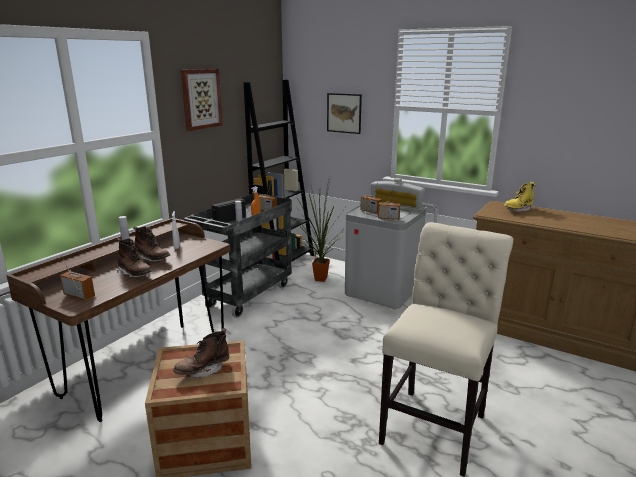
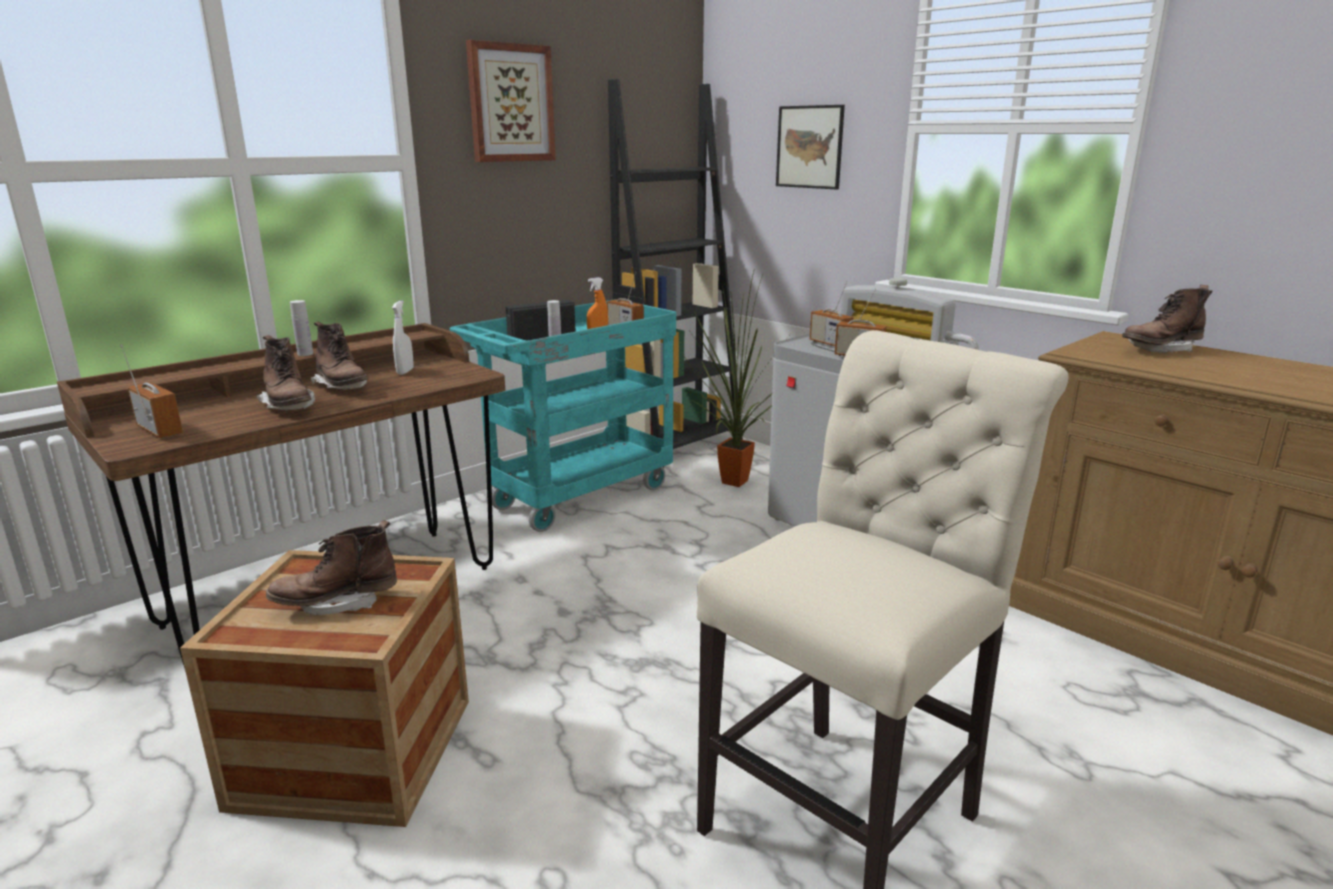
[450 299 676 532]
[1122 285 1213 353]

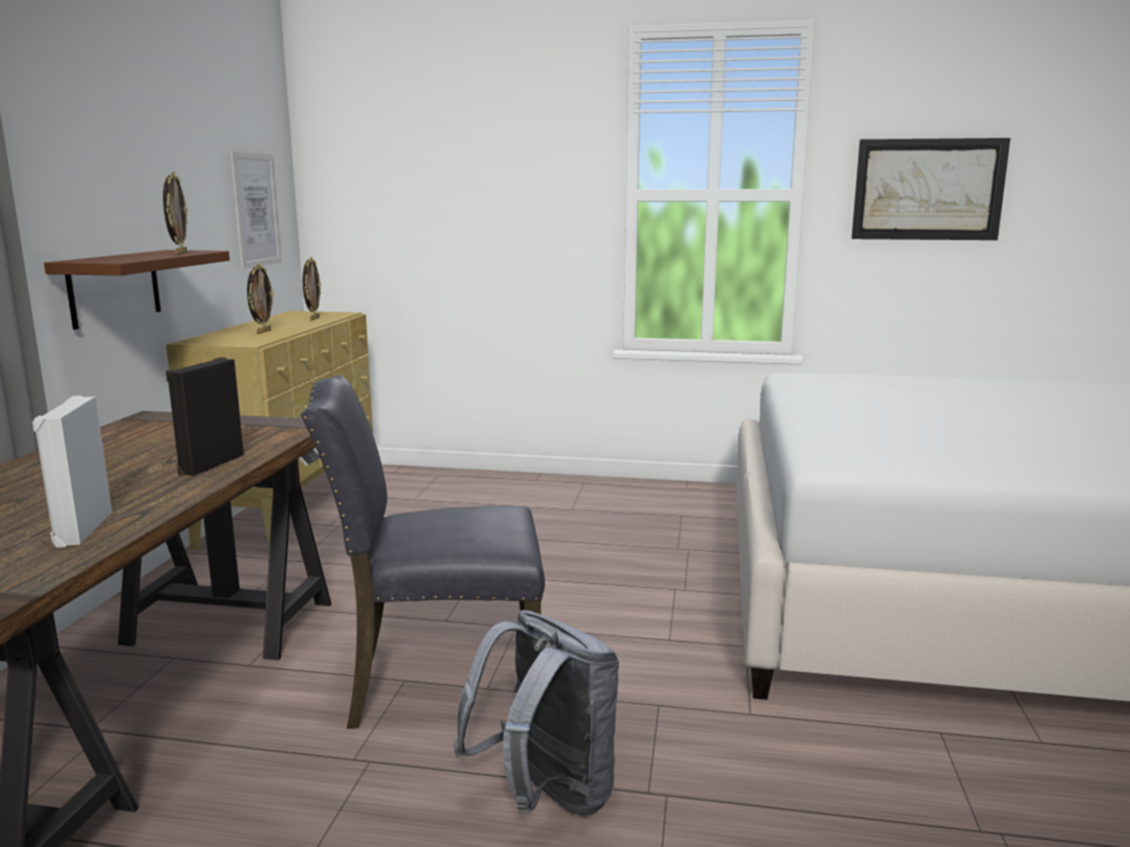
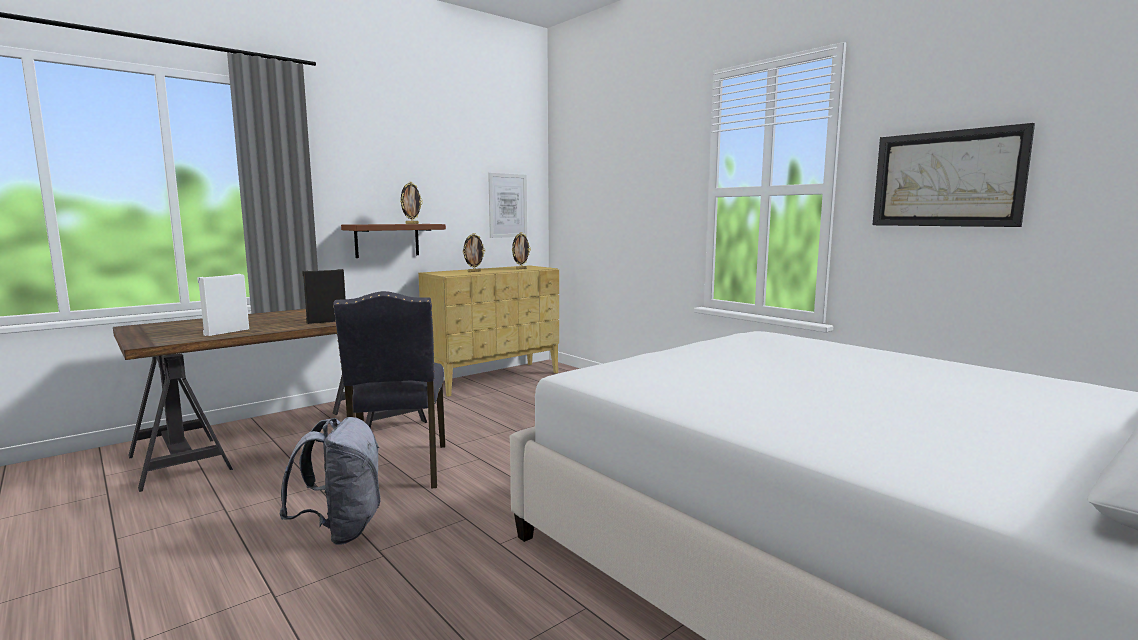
[333 291 445 489]

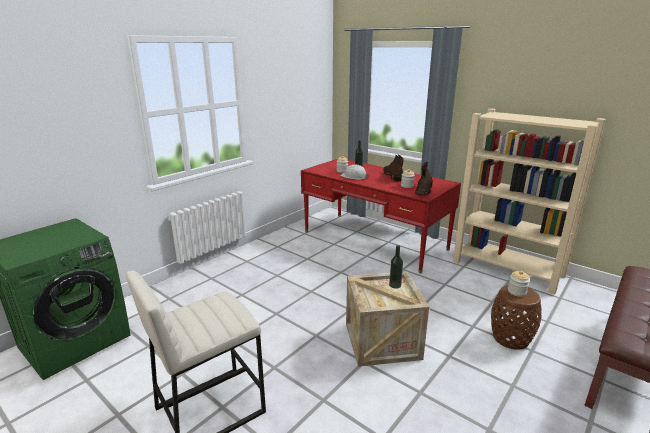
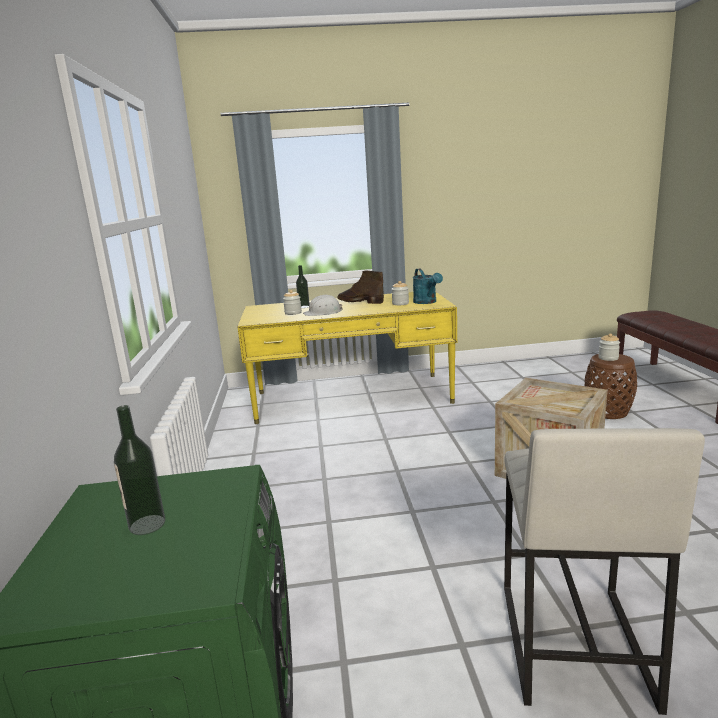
[237 292 457 424]
[114 405 165 535]
[413 268 443 304]
[453 108 606 295] (first image)

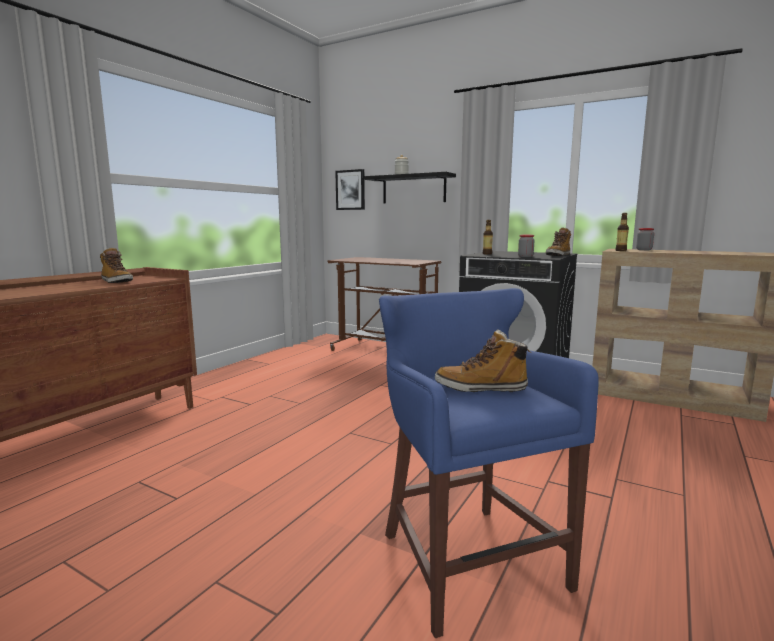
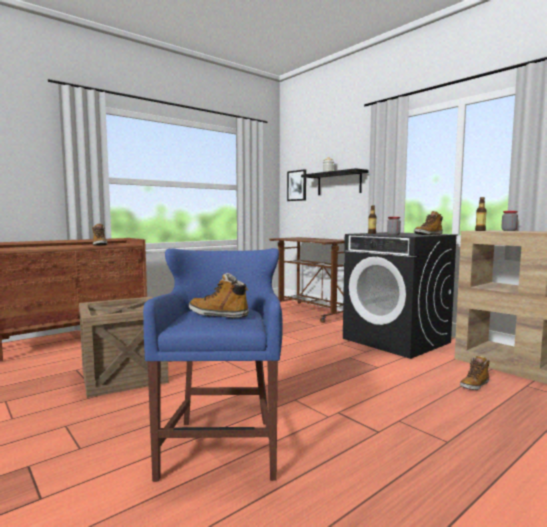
[79 297 169 398]
[460 355 490 390]

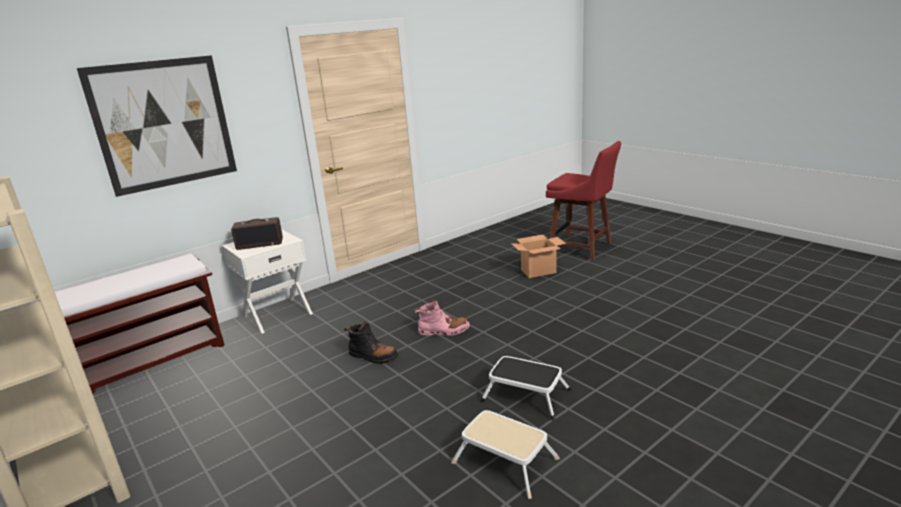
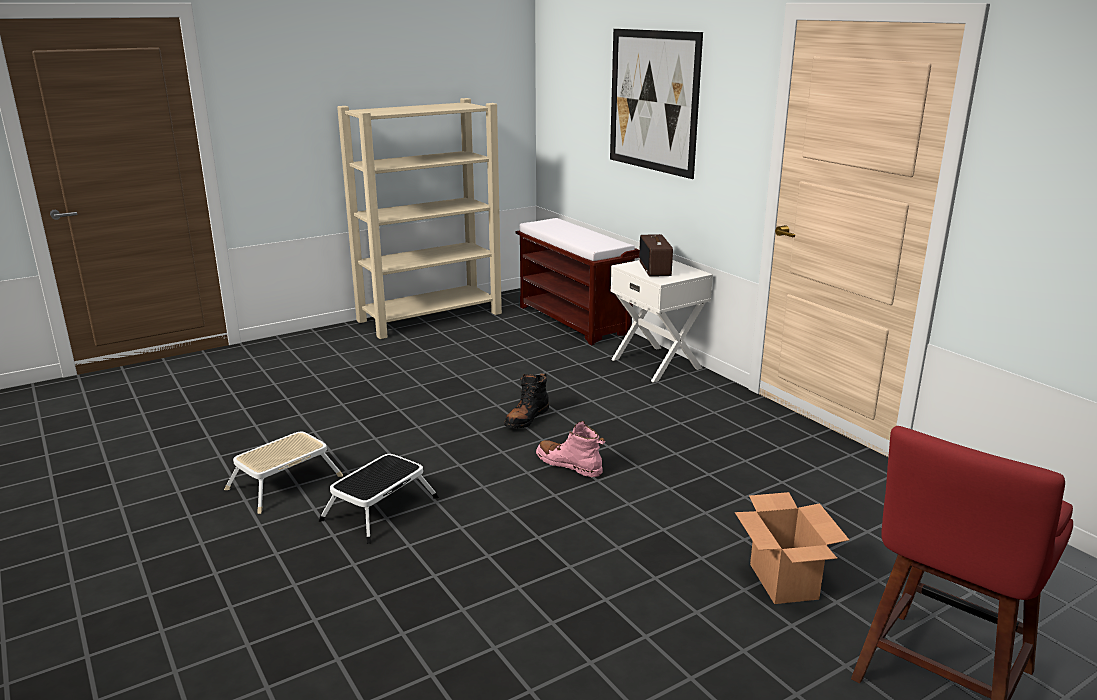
[536 421 606 477]

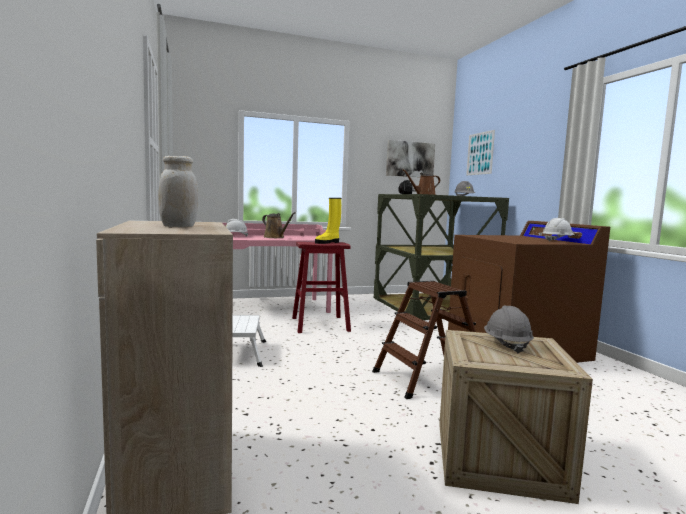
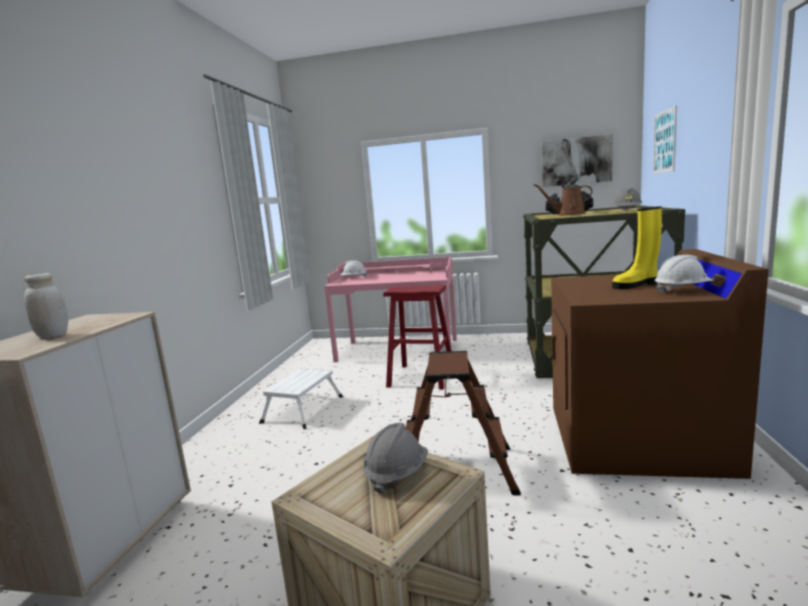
[262 212 296 238] (first image)
[612 206 662 289]

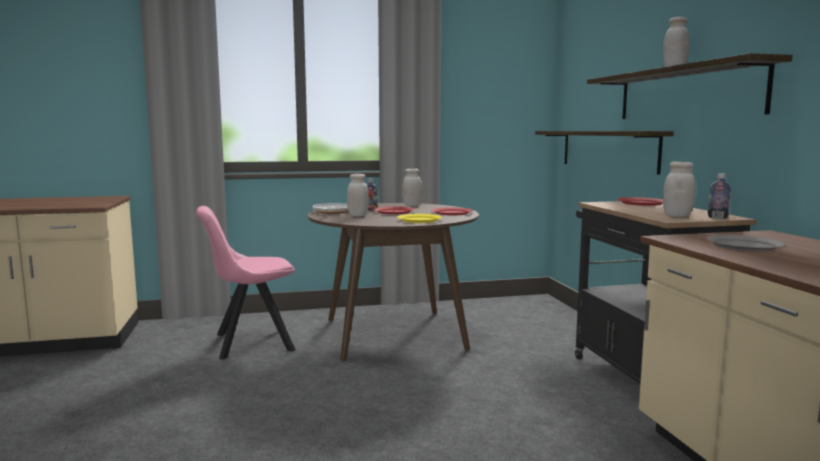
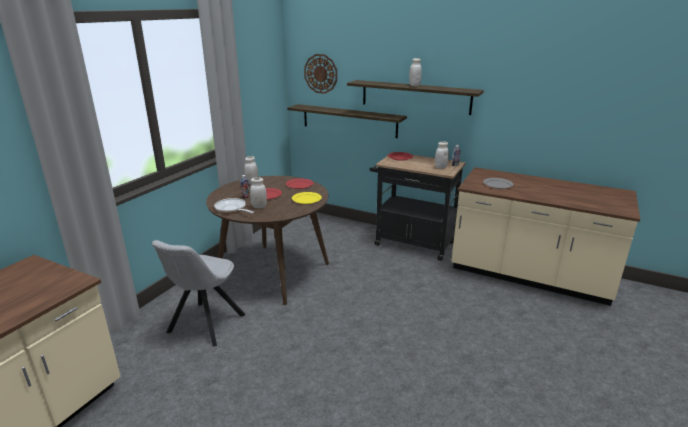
[152 240 245 347]
[304 54 337 94]

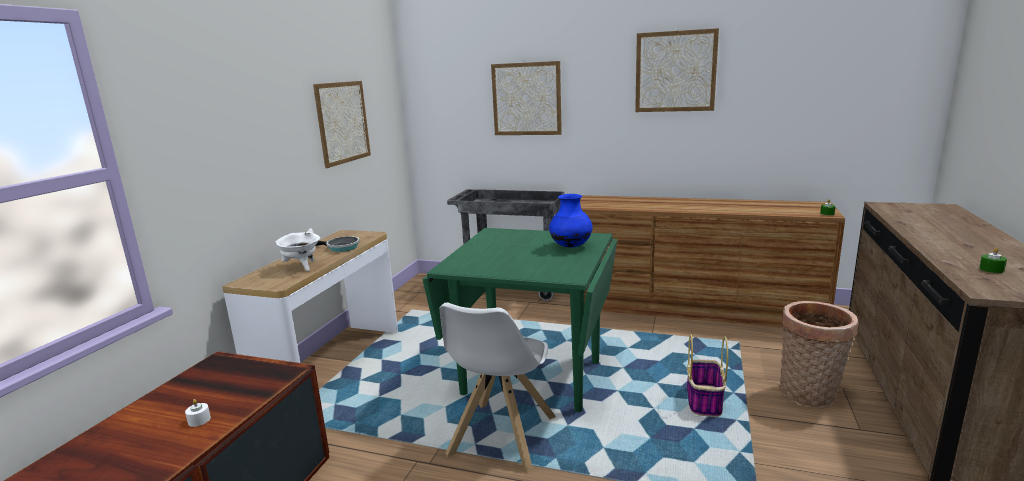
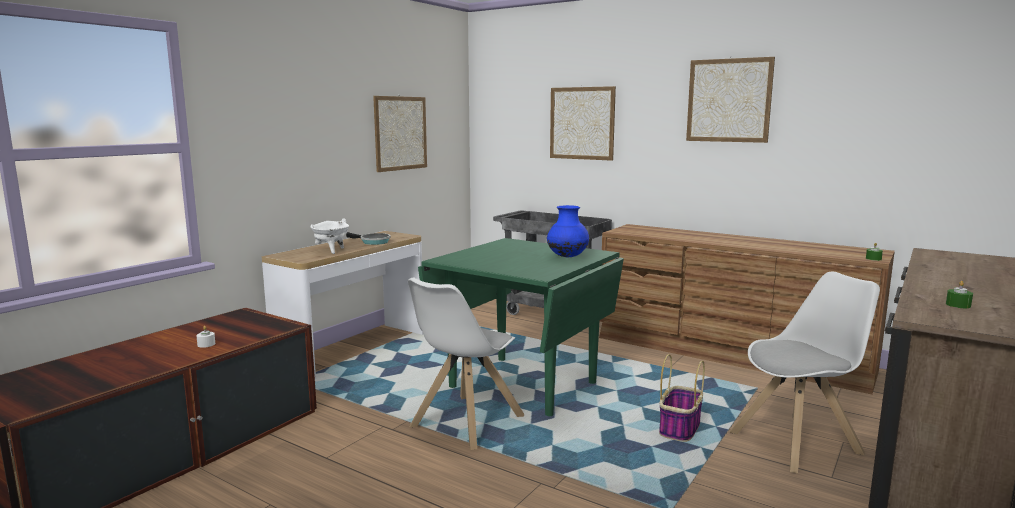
[729 272 880 473]

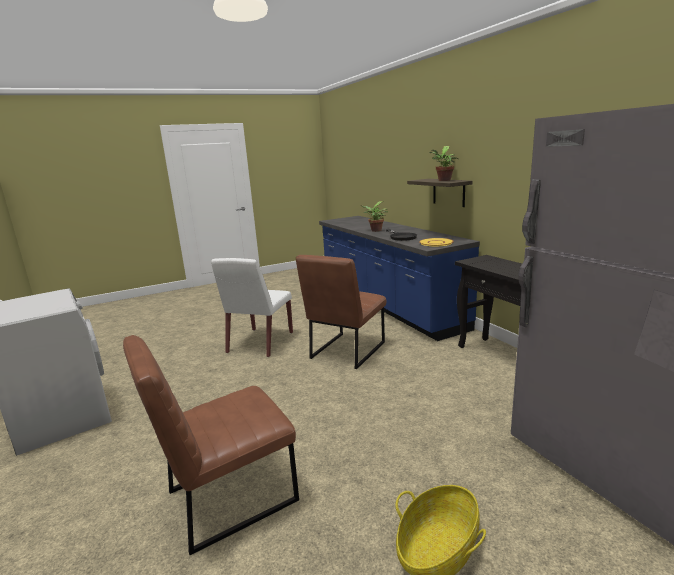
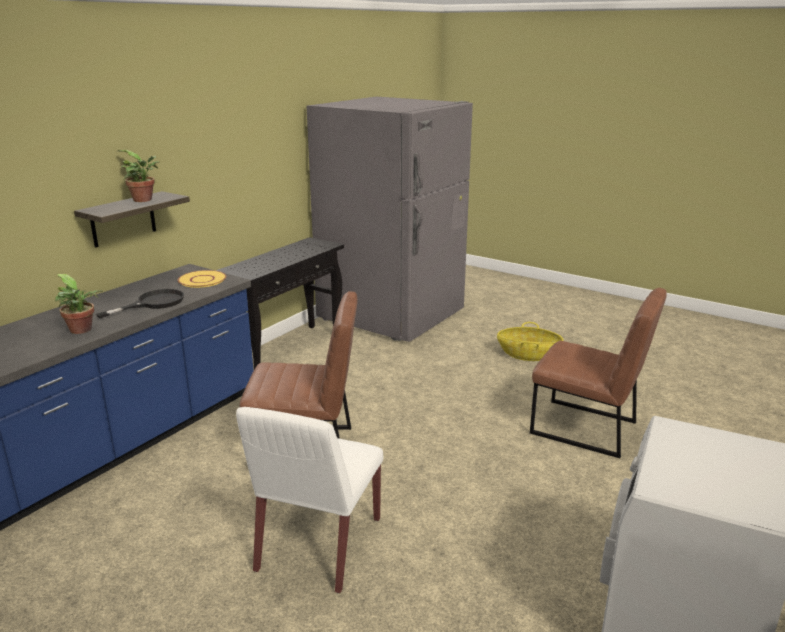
[236 407 383 593]

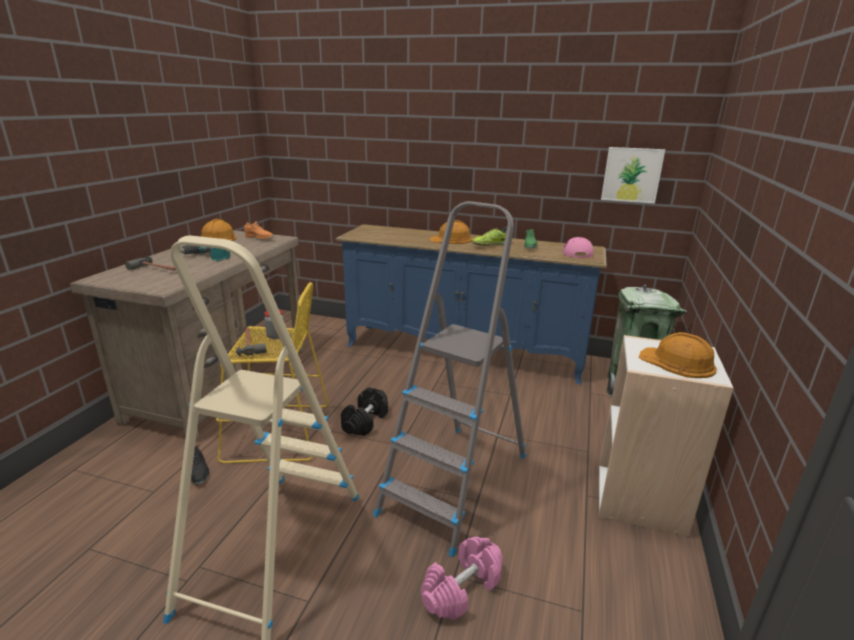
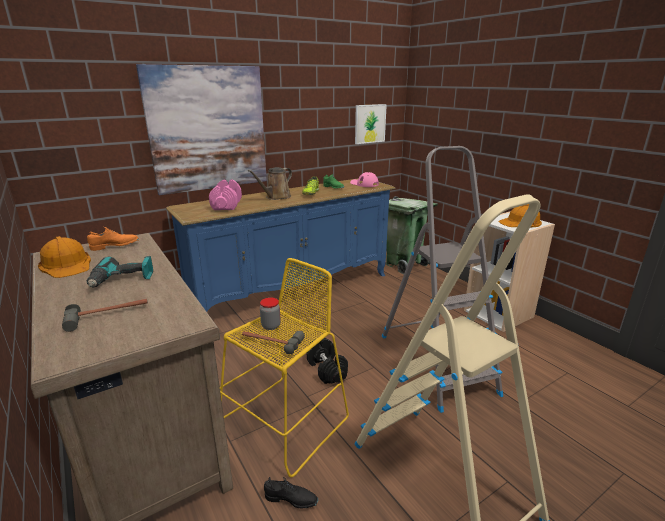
[209 179 242 210]
[248 167 292 200]
[136 64 267 195]

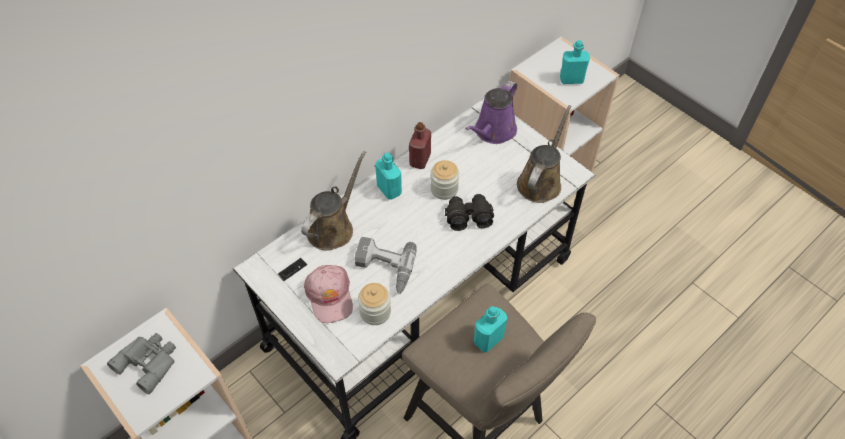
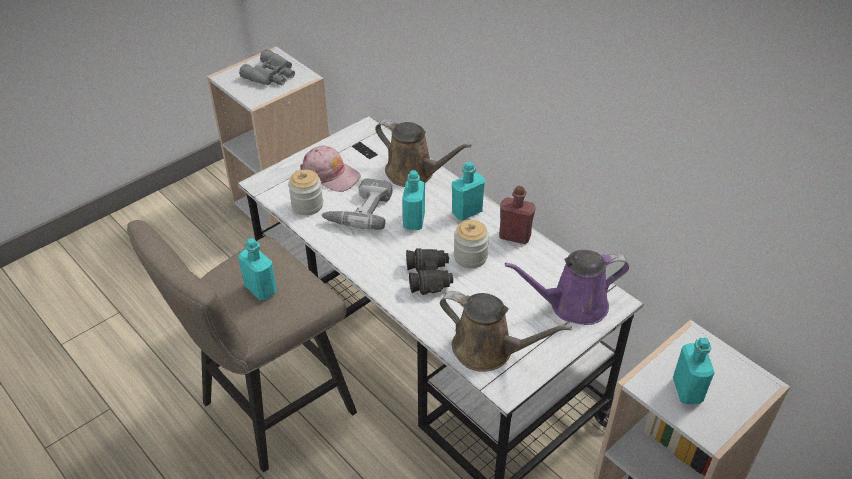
[300 145 361 192]
[505 250 629 325]
[402 170 425 230]

